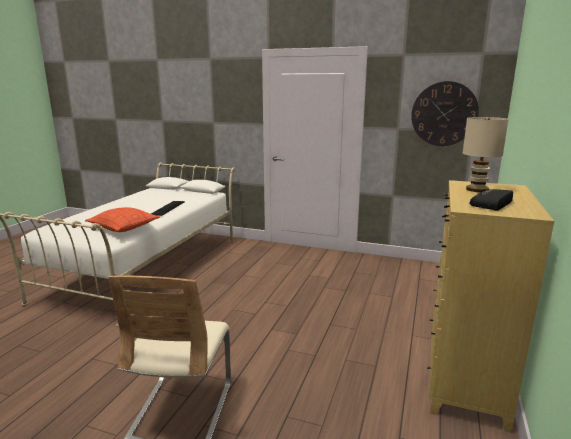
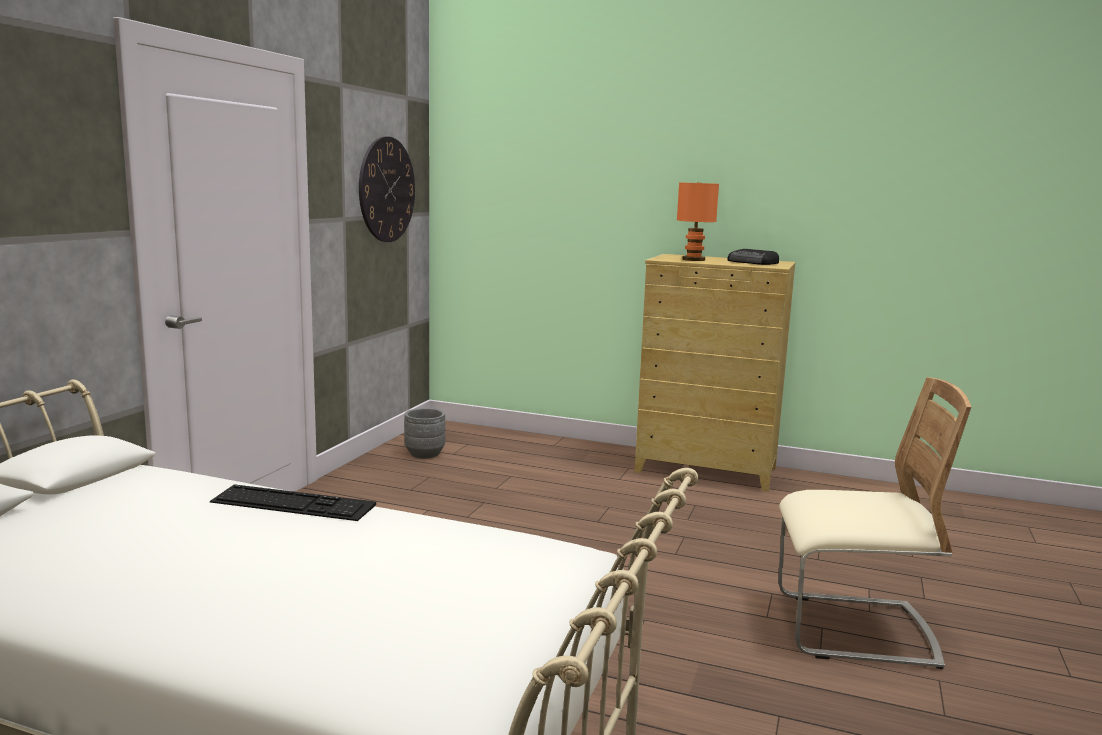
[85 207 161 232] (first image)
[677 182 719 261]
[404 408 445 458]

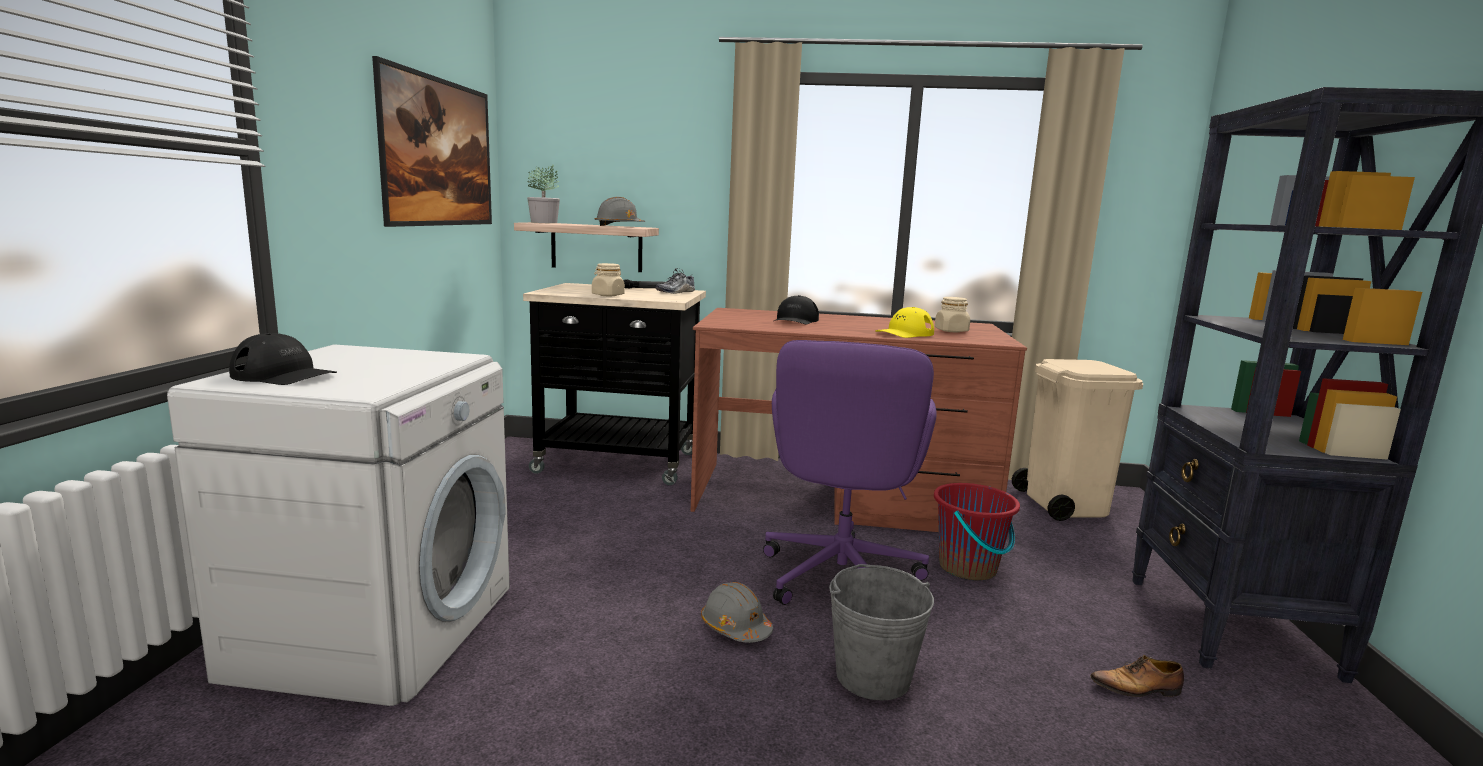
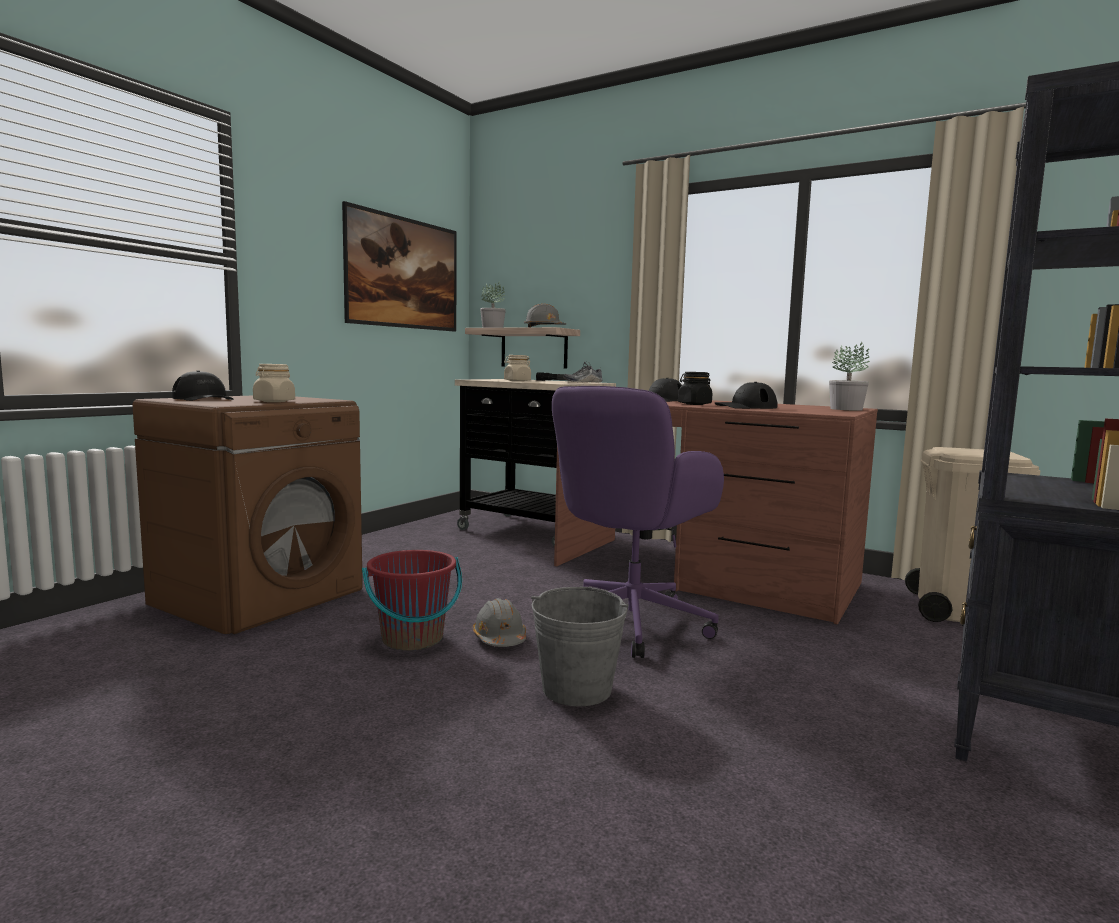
[132 396 363 634]
[715 382 777 409]
[362 550 462 651]
[253 364 295 402]
[1090 655 1184 697] (first image)
[678 372 712 405]
[829 342 870 411]

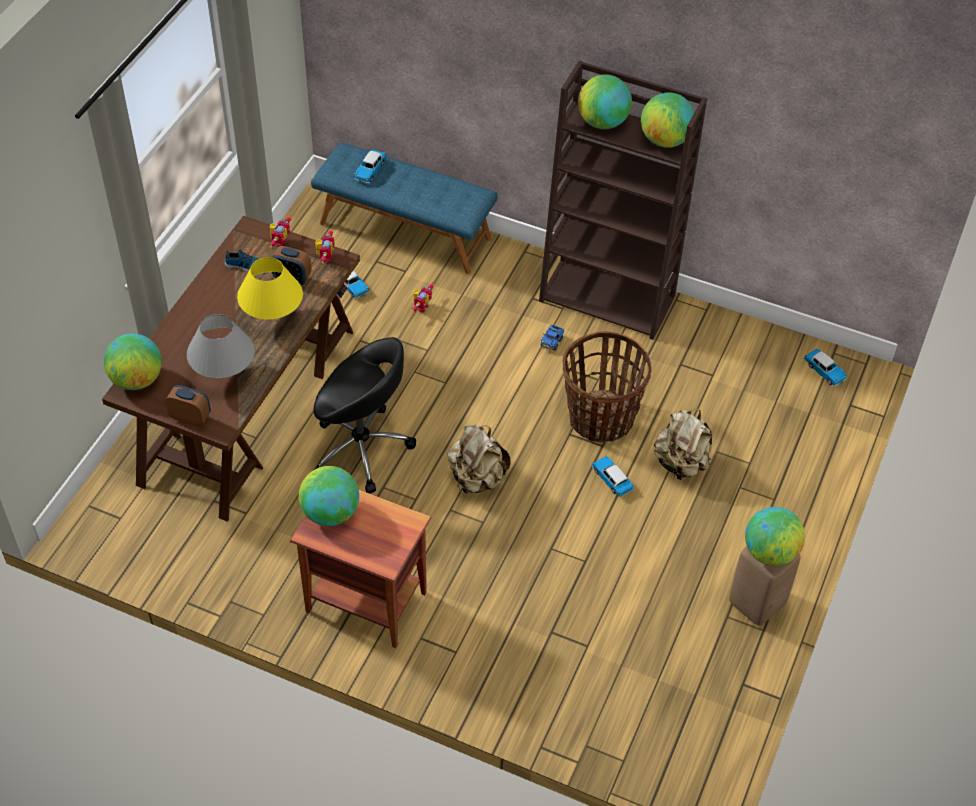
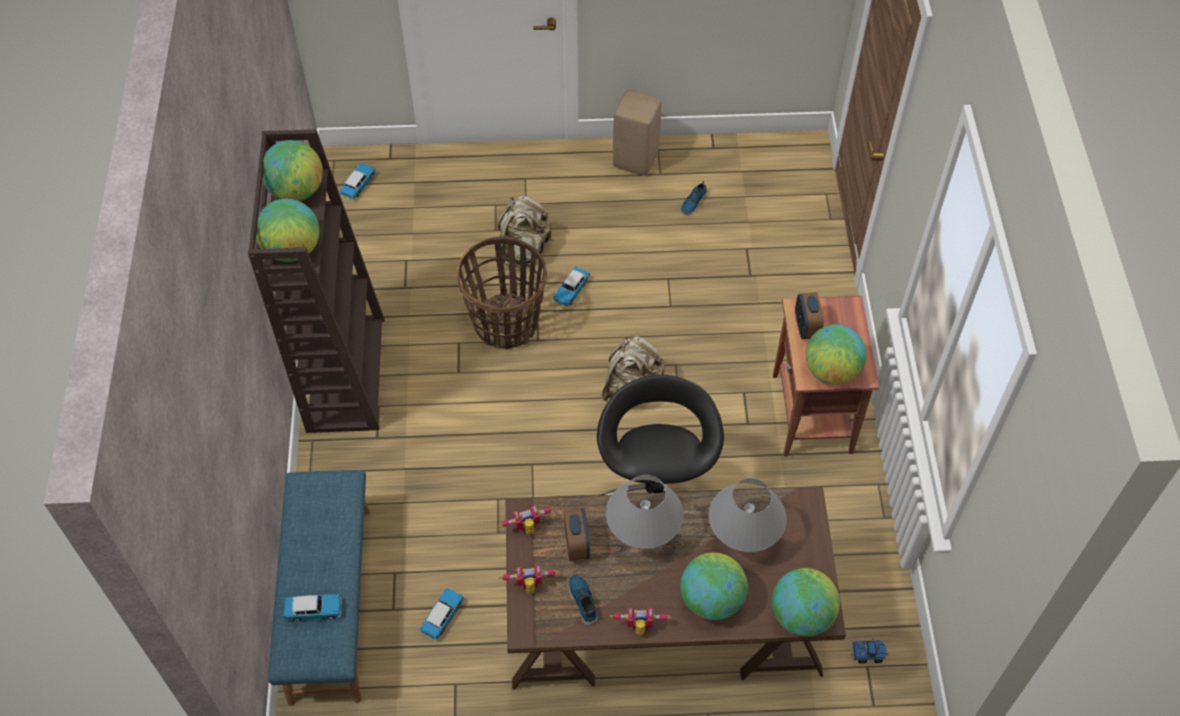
[795 292 824 339]
[606 475 683 549]
[610 608 671 635]
[851 639 888 664]
[680 552 748 620]
[681 181 707 215]

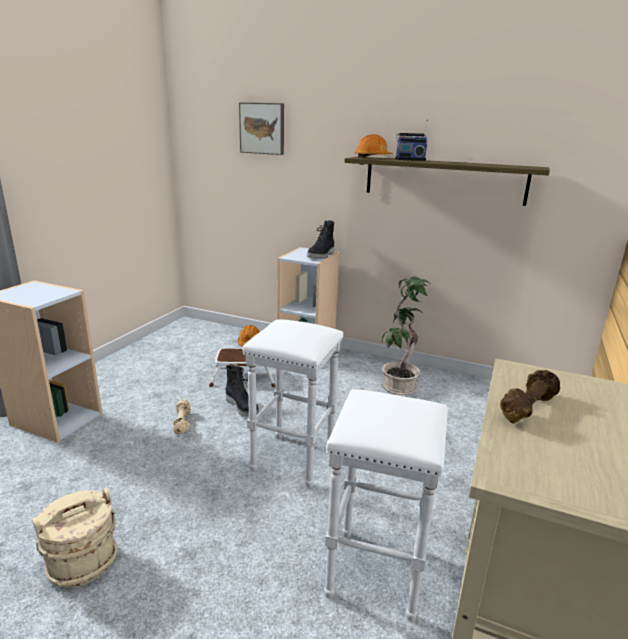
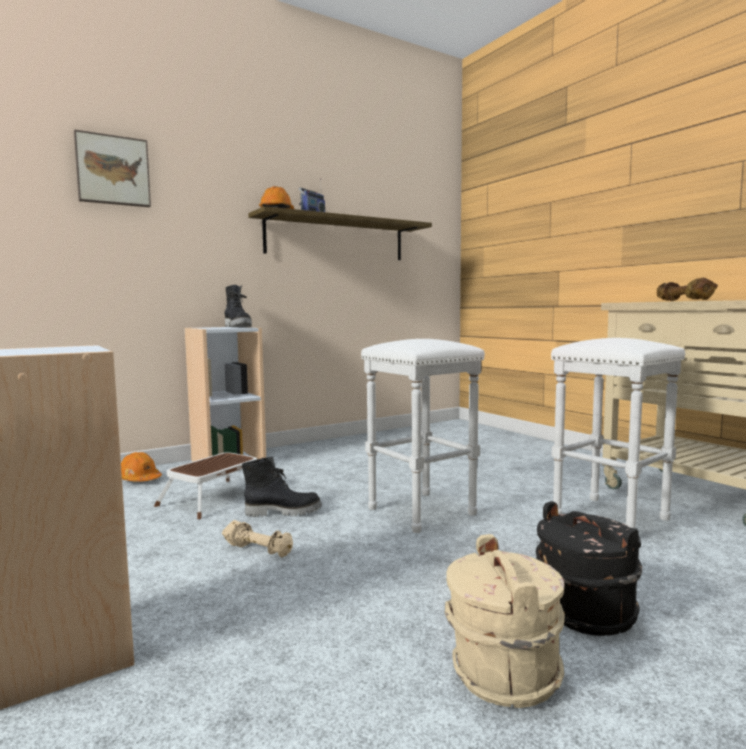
[382 276 431 395] (first image)
[536 501 642 636]

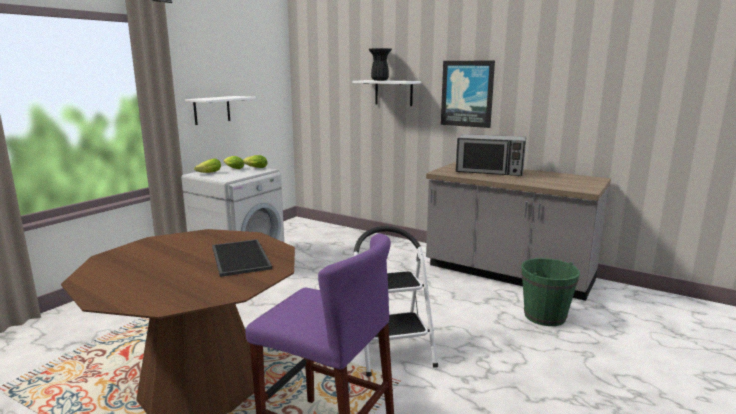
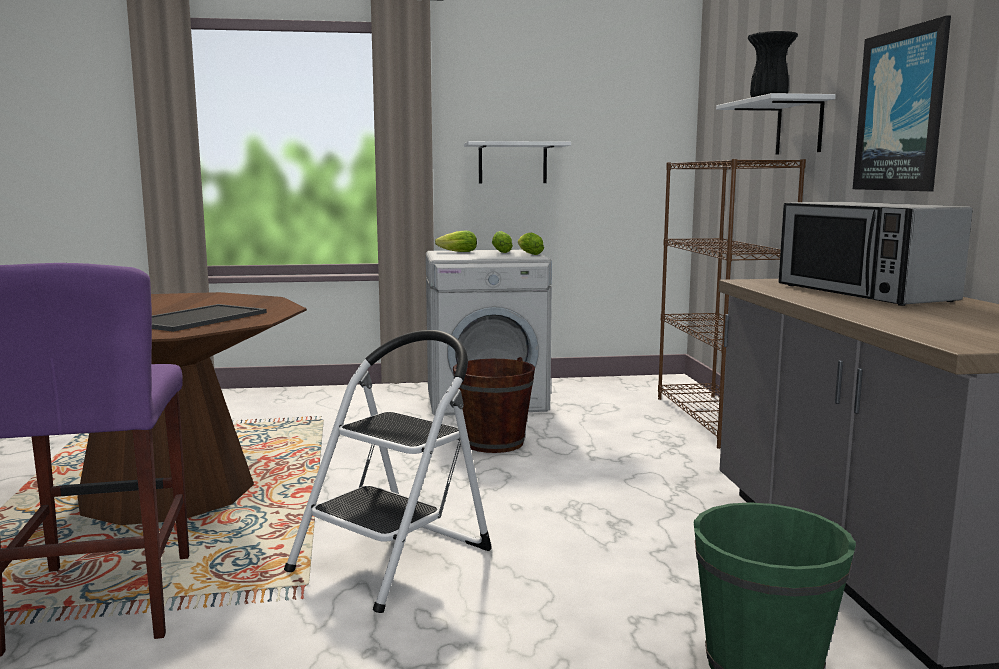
[453 357 535 453]
[658 159 806 449]

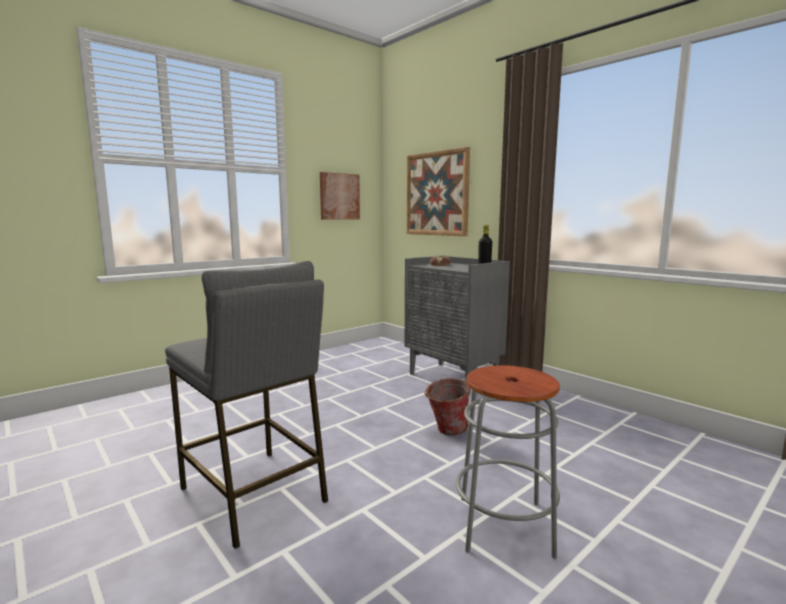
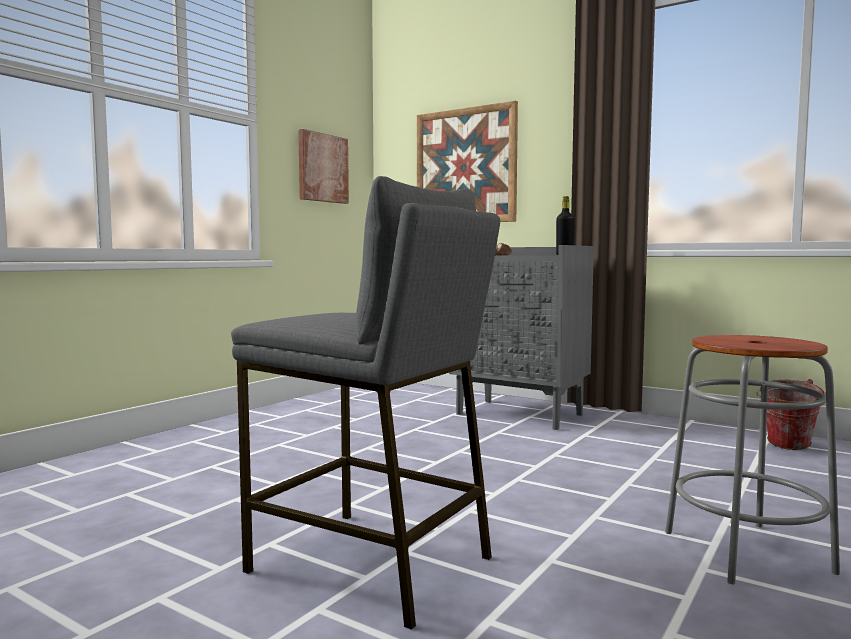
[757 379 825 450]

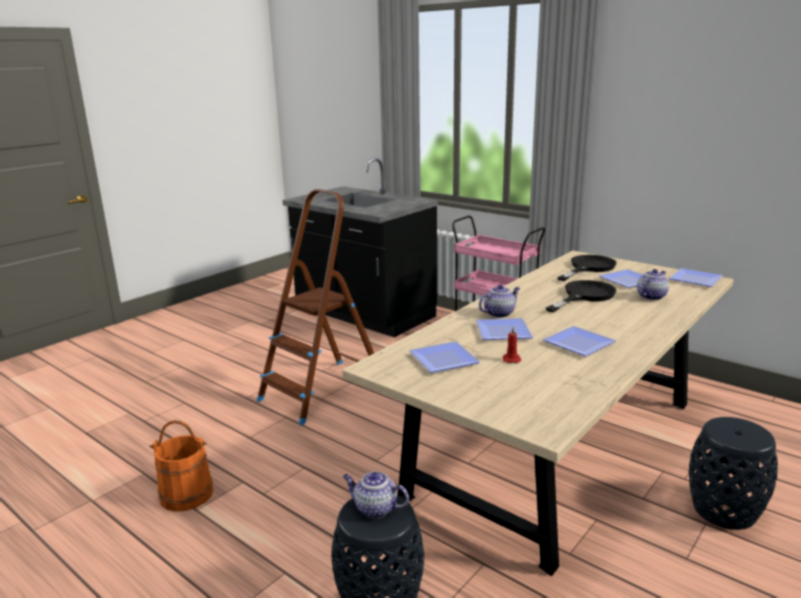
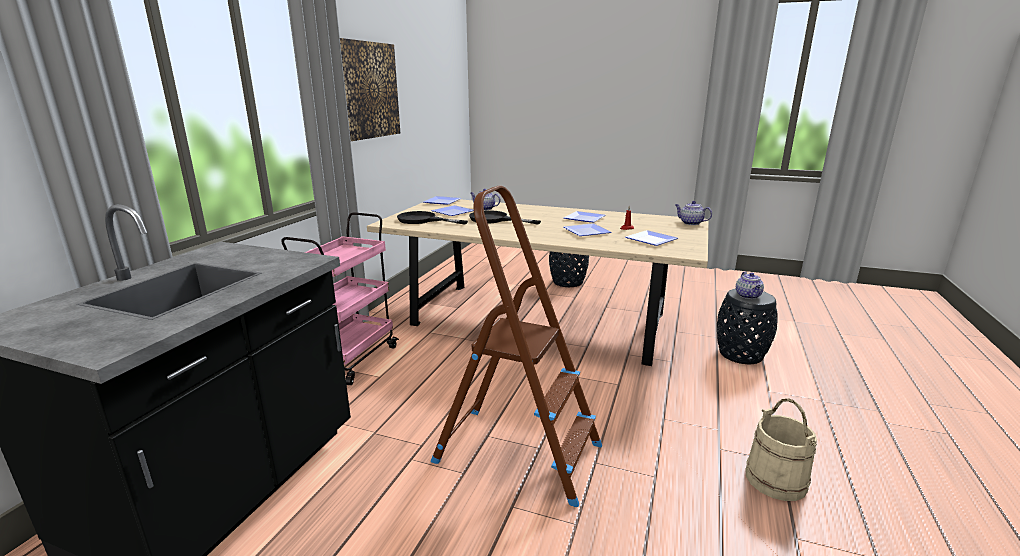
[745 398 817 501]
[675 201 712 225]
[340 38 400 141]

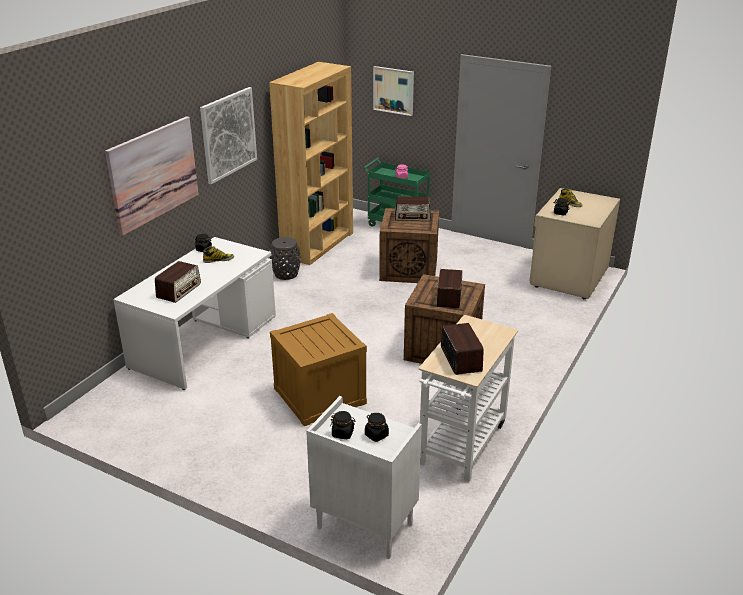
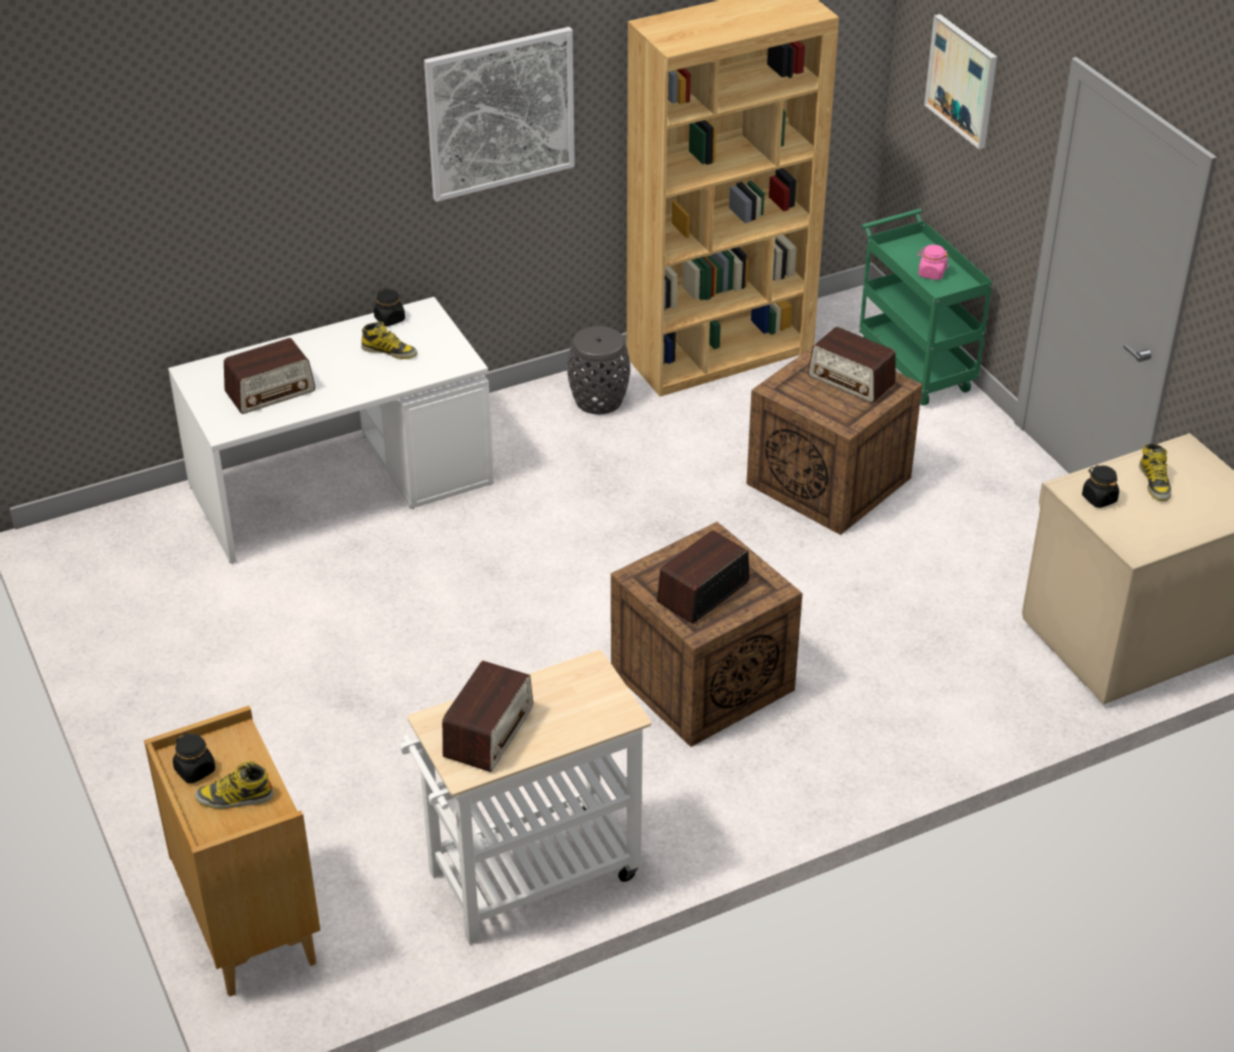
[105 116 199 236] (first image)
[270 313 367 426] (first image)
[144 706 321 996]
[195 761 274 809]

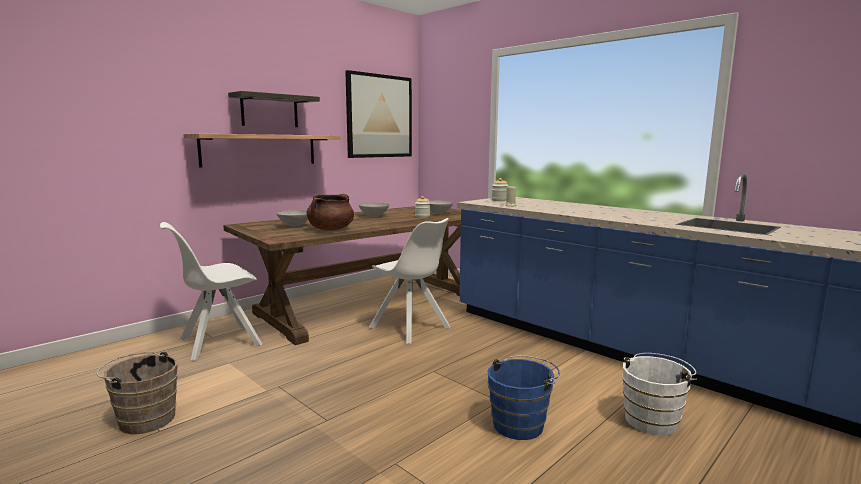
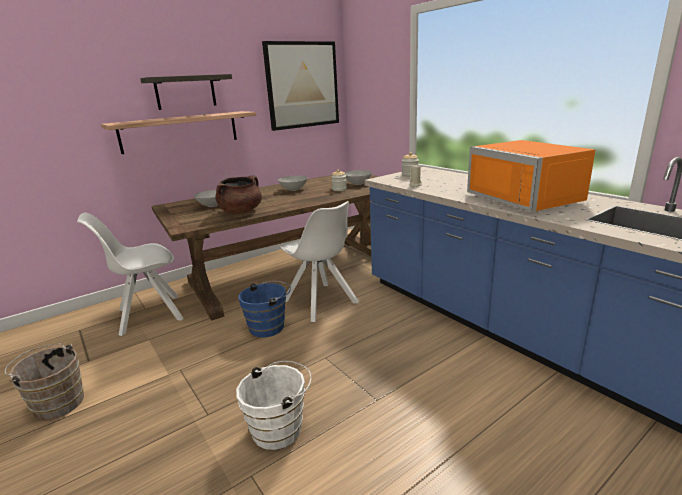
[238 281 291 338]
[236 361 311 450]
[467 140 596 212]

